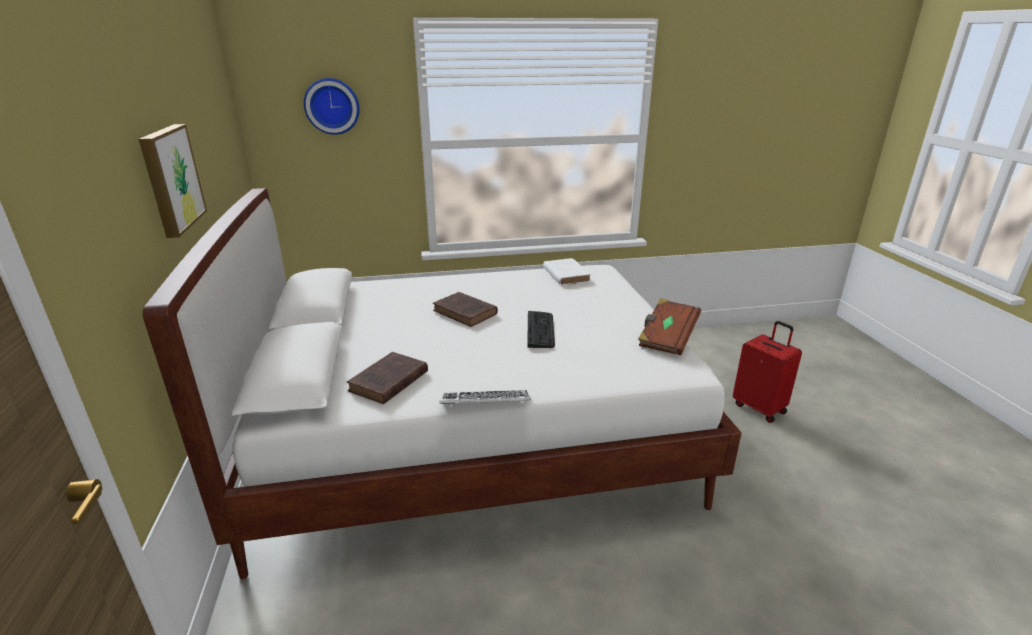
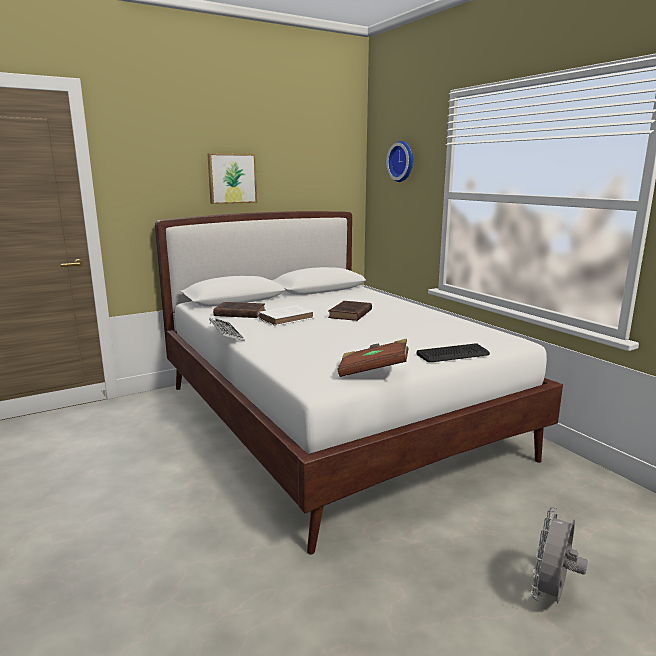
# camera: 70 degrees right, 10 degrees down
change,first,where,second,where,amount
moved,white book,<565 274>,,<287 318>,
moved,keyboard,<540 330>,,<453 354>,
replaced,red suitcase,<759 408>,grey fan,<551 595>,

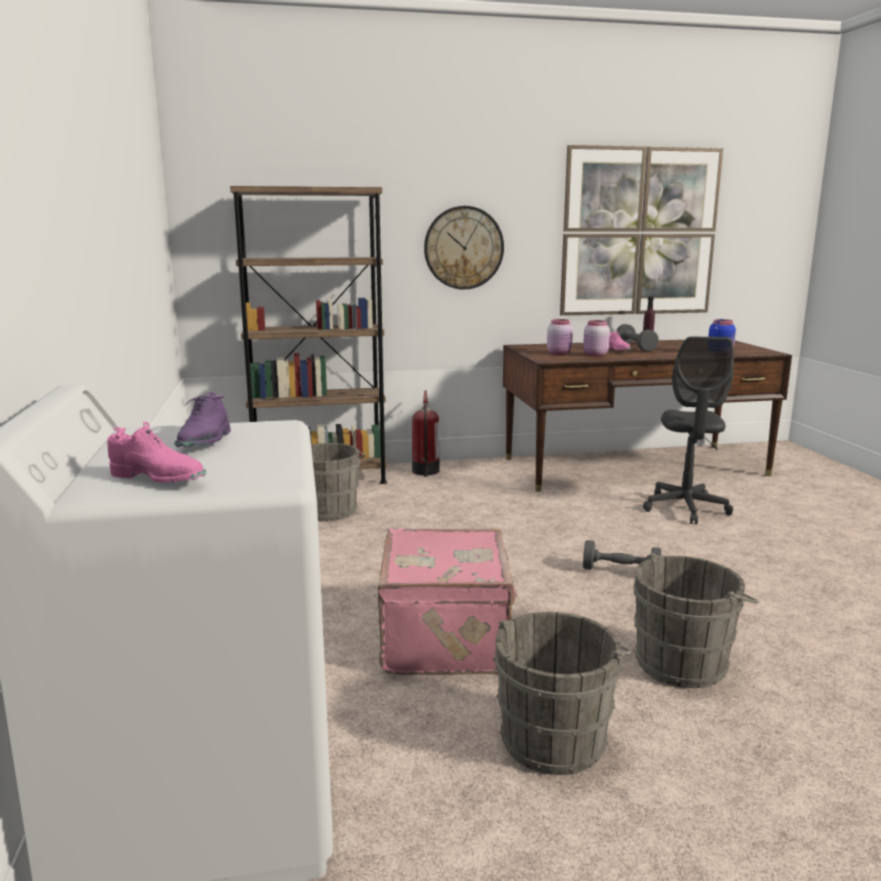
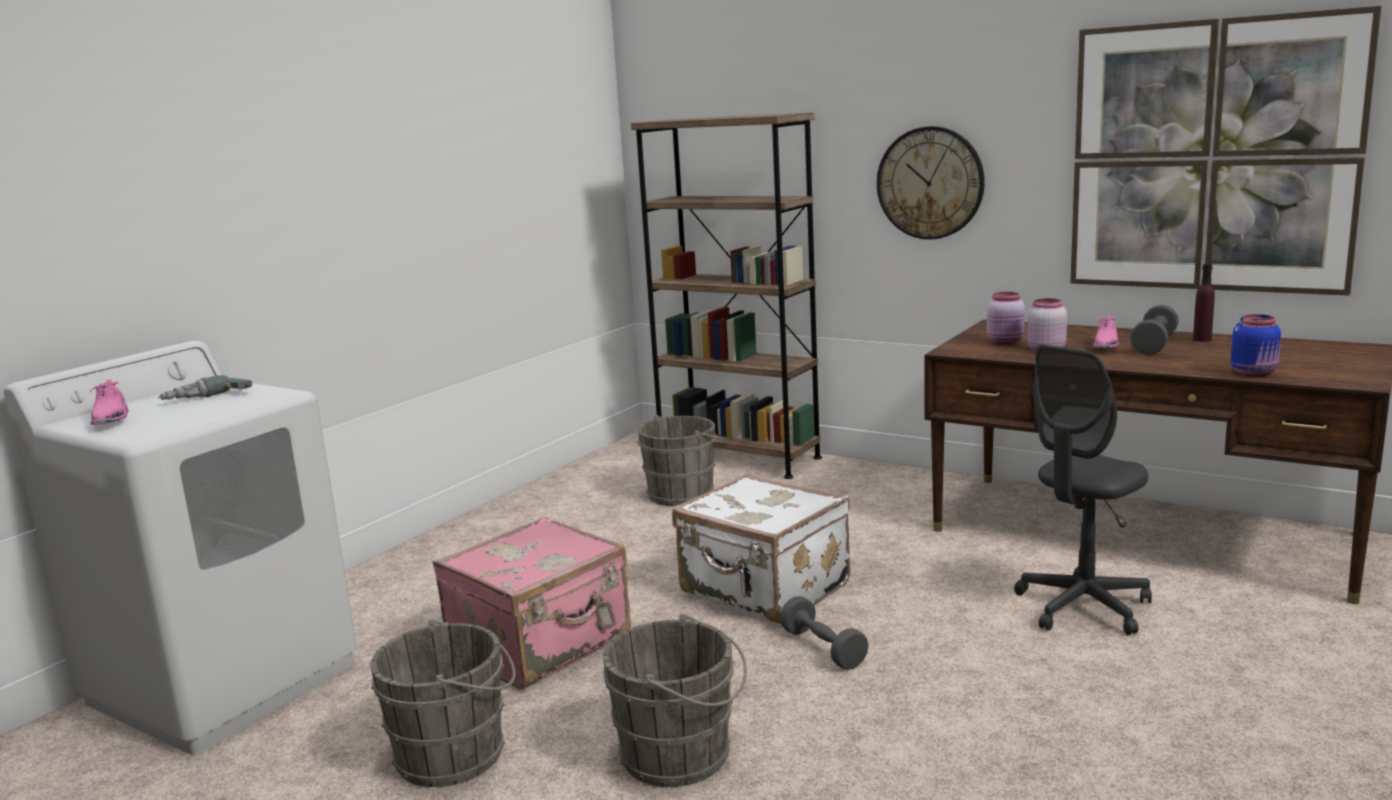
# camera: 45 degrees right, 0 degrees up
change,first,where,second,where,amount
replaced,purple shoe,<204 442>,power drill,<208 399>,
added,,,white suitcase,<764 590>,
removed,fire extinguisher,<425 471>,,,

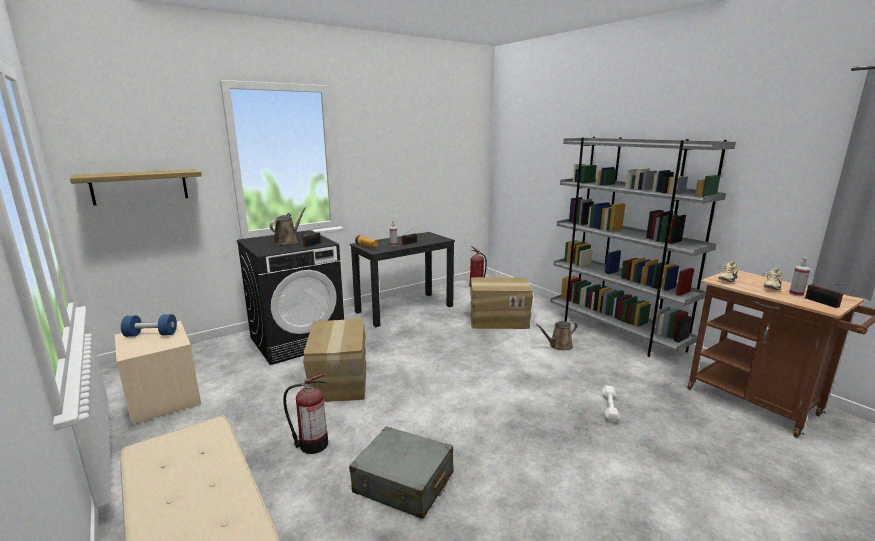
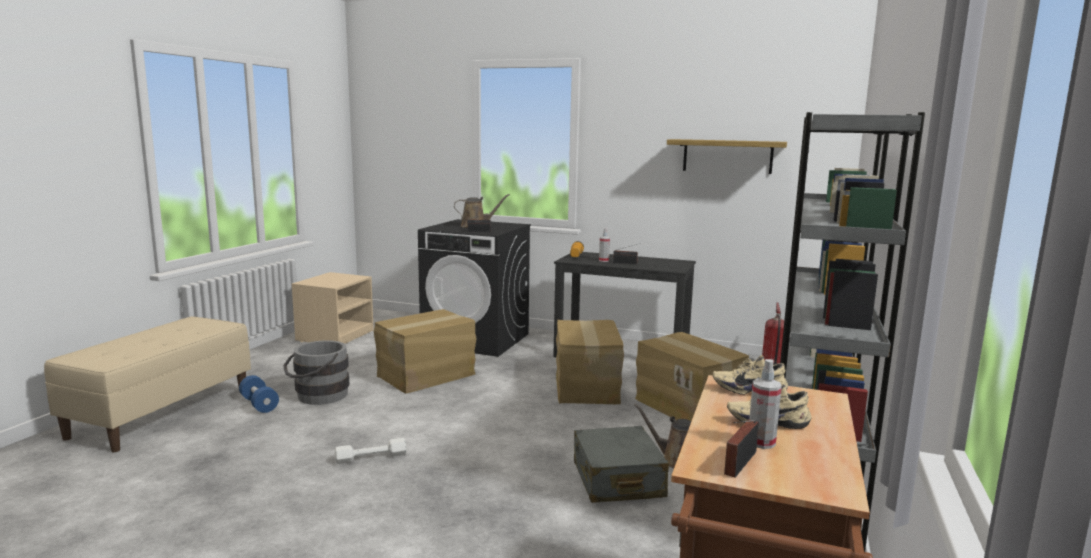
# camera: 55 degrees right, 5 degrees down
change,first,where,second,where,amount
moved,blue dumbbell,<151 334>,,<259 404>,
replaced,fire extinguisher,<312 444>,grey bucket,<318 396>,
moved,white dumbbell,<610 408>,,<371 457>,
added,,,cardboard box,<587 387>,
moved,grey suitcase,<404 483>,,<617 480>,
moved,shelf,<140 186>,,<727 156>,

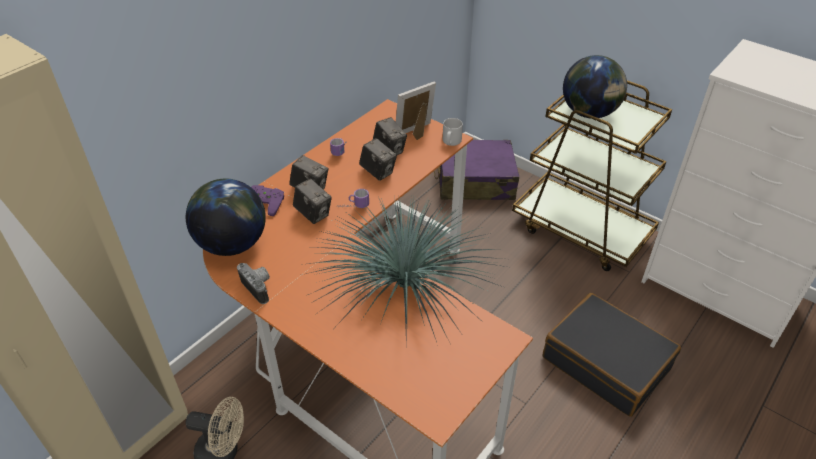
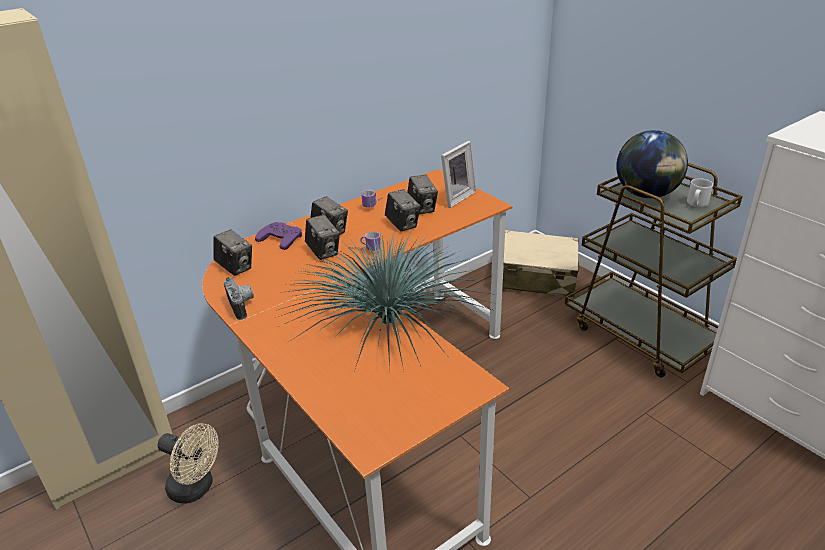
# camera: 15 degrees right, 10 degrees down
change,first,where,second,where,amount
replaced,globe,<232 244>,photo camera,<235 268>,
turned,picture frame,<416 133>,,<455 197>,150 degrees clockwise
recoloured,purple suitcase,<474 181>,beige suitcase,<535 276>,
moved,grey mug,<451 142>,,<696 204>,
removed,black suitcase,<606 363>,,,

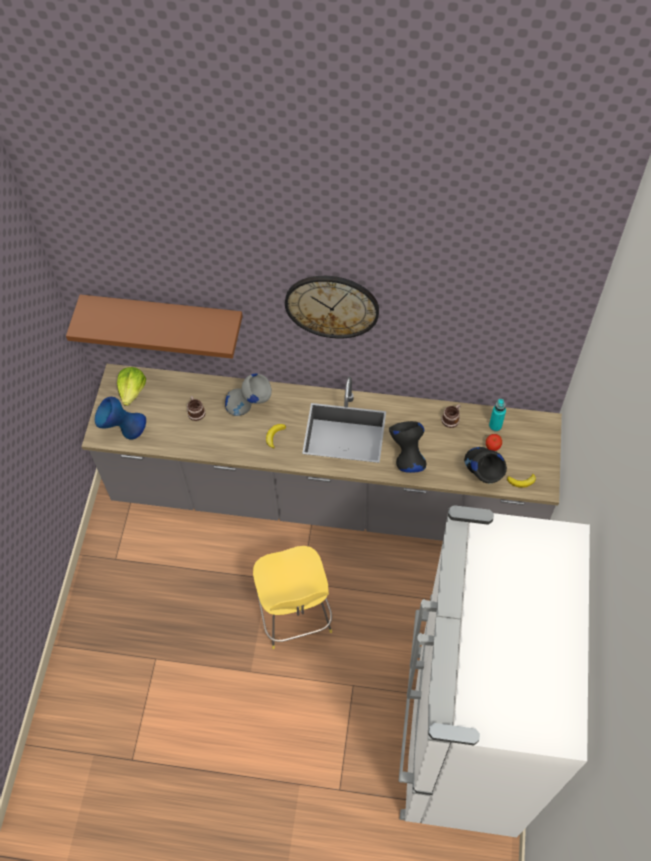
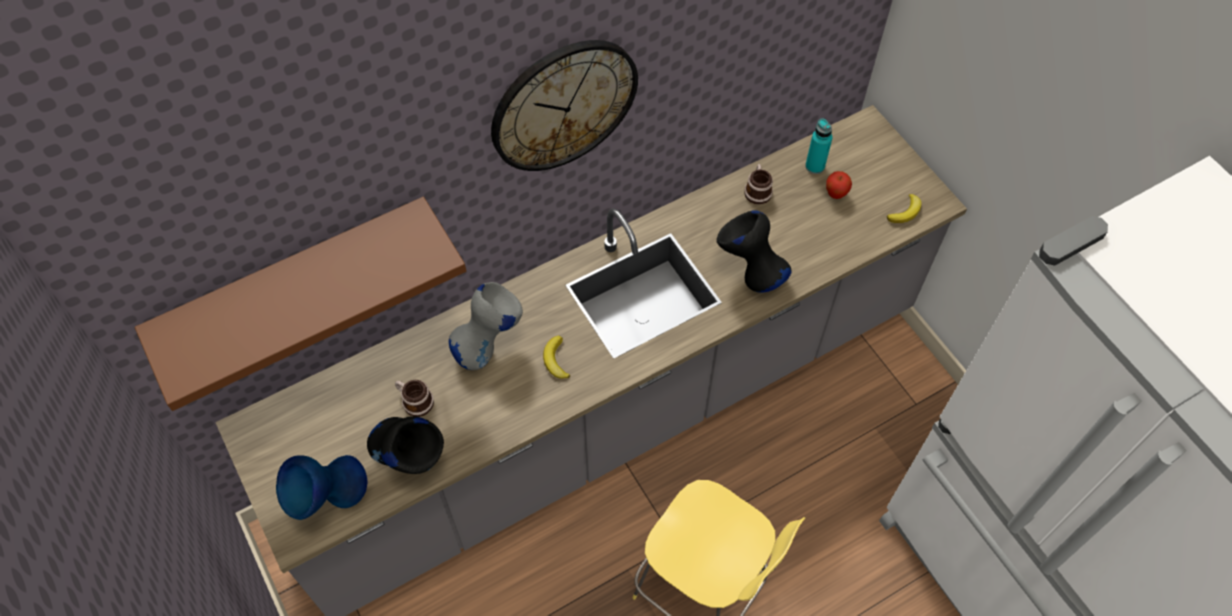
# camera: 40 degrees left, 0 degrees up
change,first,where,second,where,amount
moved,black vase,<481 476>,,<411 462>,
removed,lettuce,<132 391>,,,

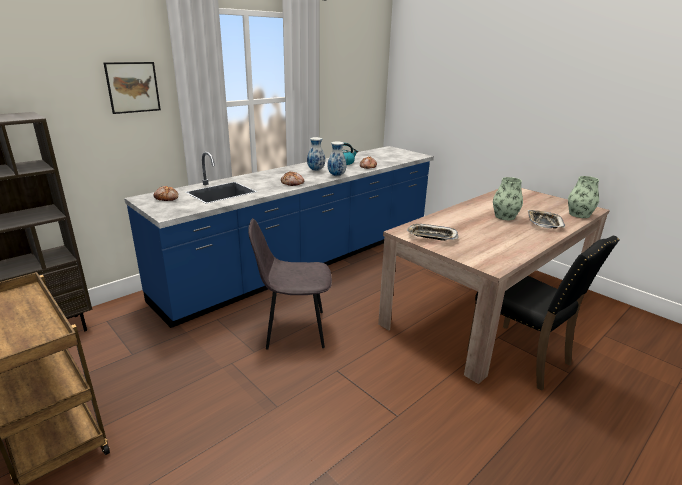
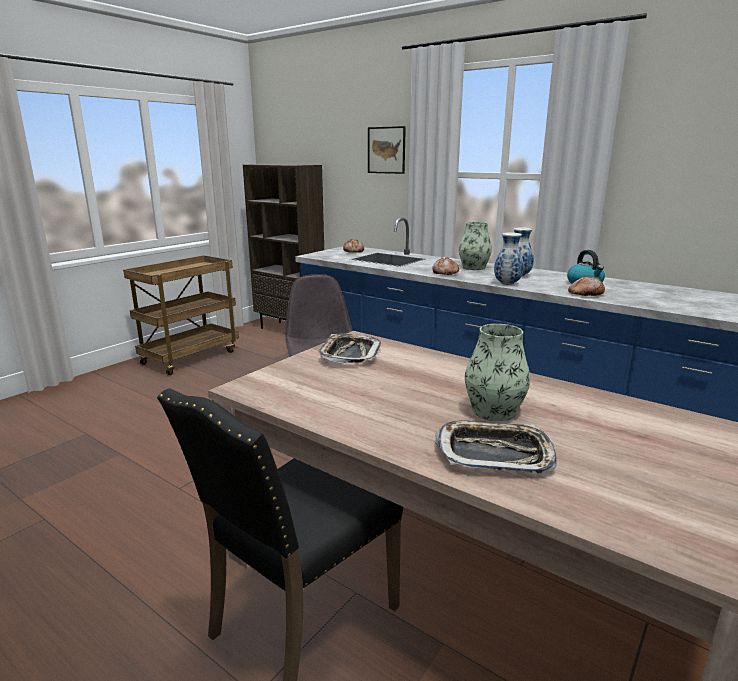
# camera: 80 degrees right, 5 degrees down
change,first,where,second,where,amount
moved,vase,<579 214>,,<474 267>,

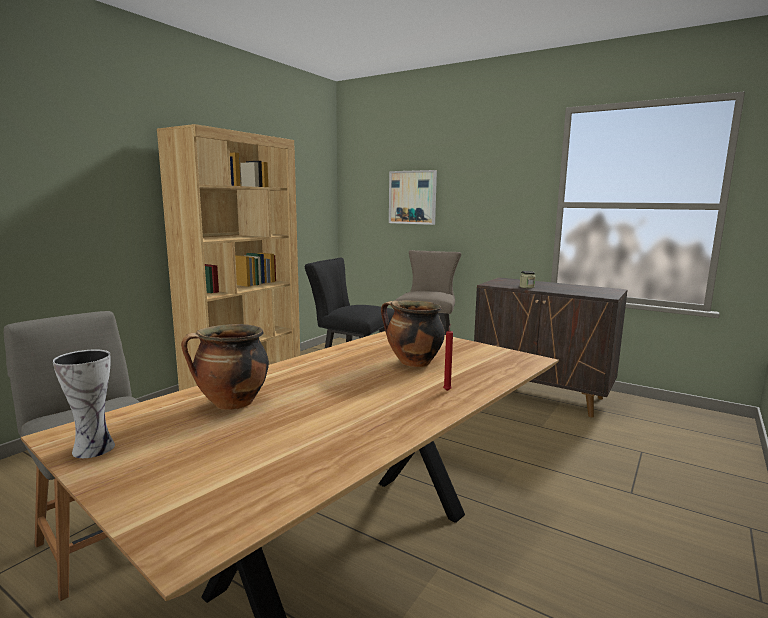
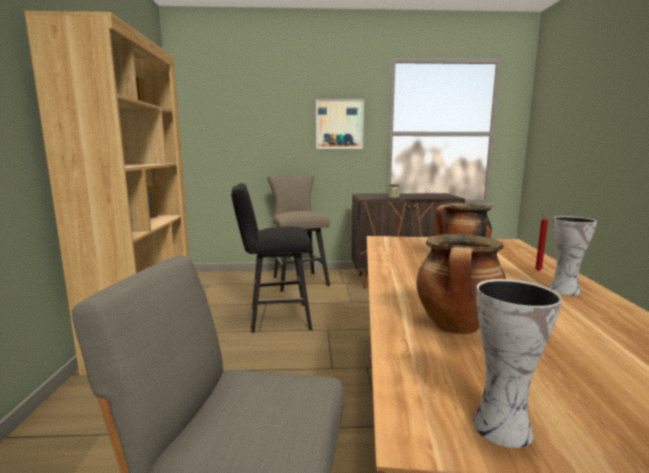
# camera: 35 degrees left, 0 degrees up
change,first,where,second,where,amount
moved,picture,<412 197>,,<339 124>,
added,,,vase,<563 290>,

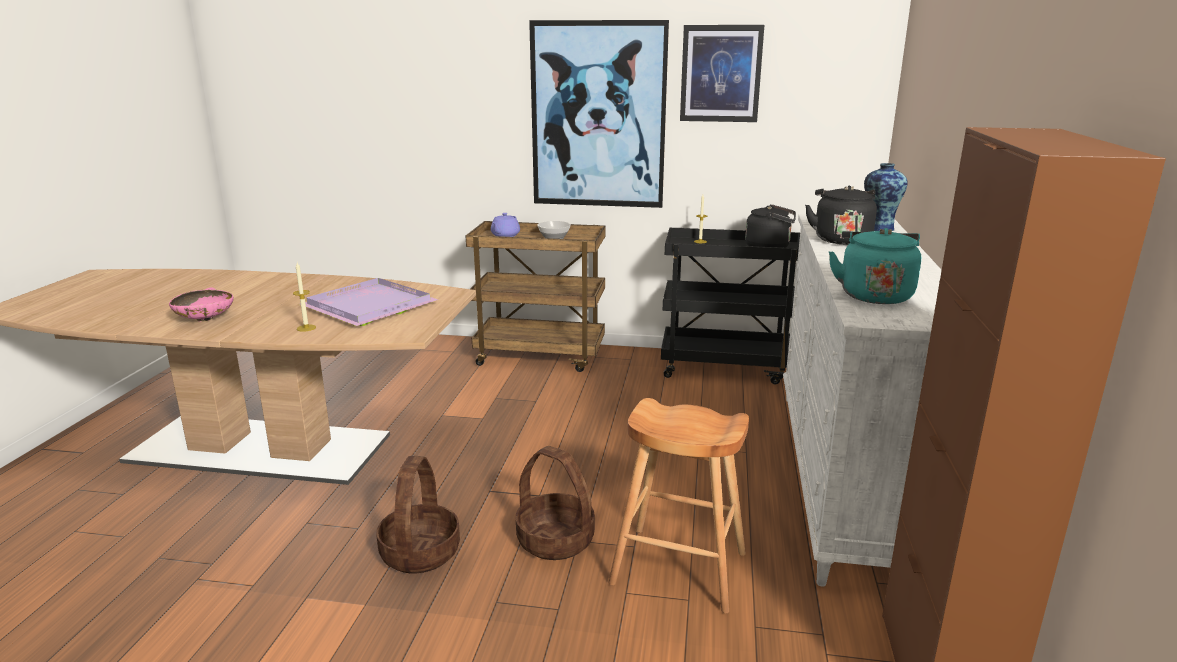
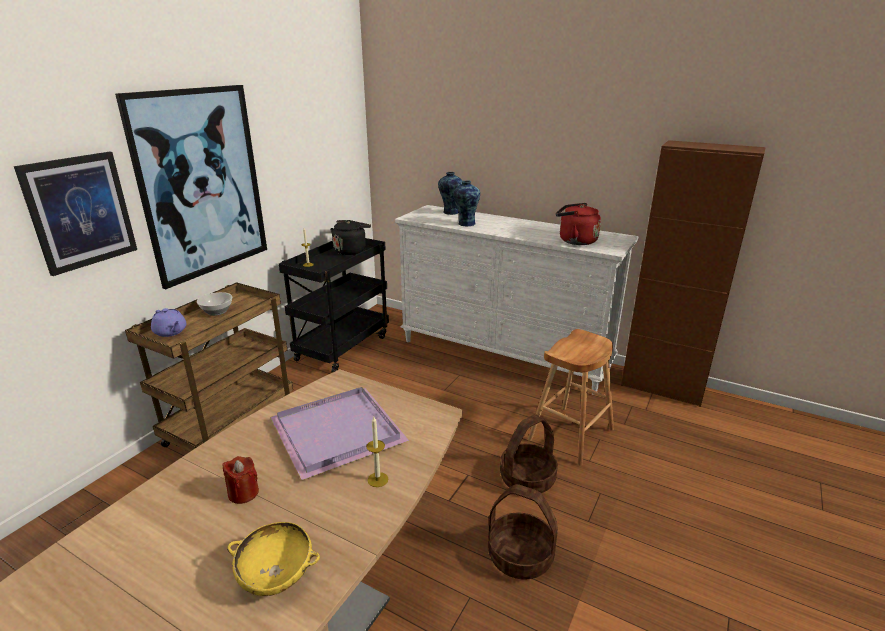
# camera: 70 degrees left, 5 degrees up
change,first,where,second,where,amount
moved,picture,<720 74>,,<80 212>,
added,,,red candle,<243 493>,
recoloured,pink bowl,<205 319>,yellow bowl,<276 575>,
replaced,black kettle,<840 239>,vase,<466 224>,
recoloured,turquoise kettle,<873 295>,red kettle,<575 241>,

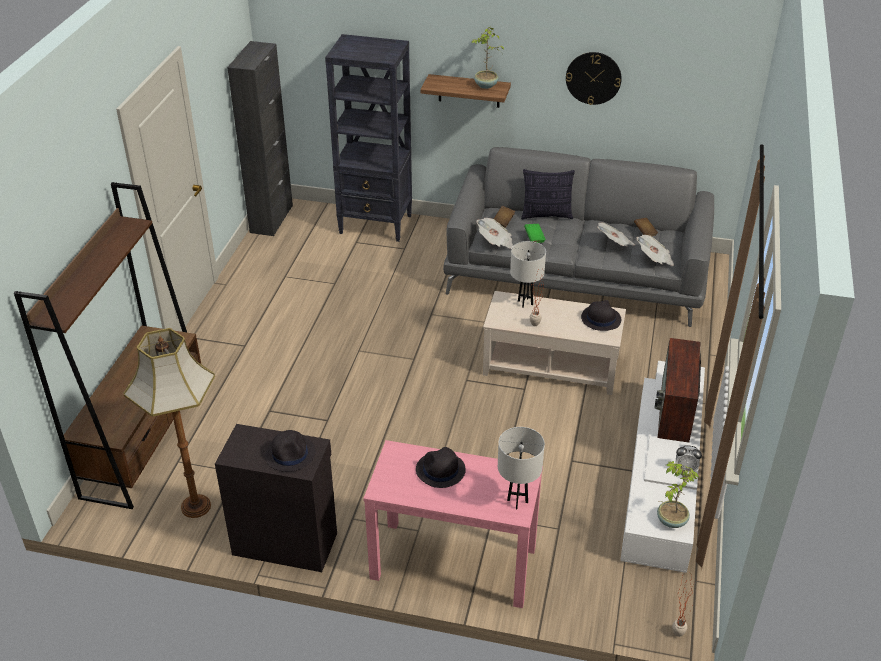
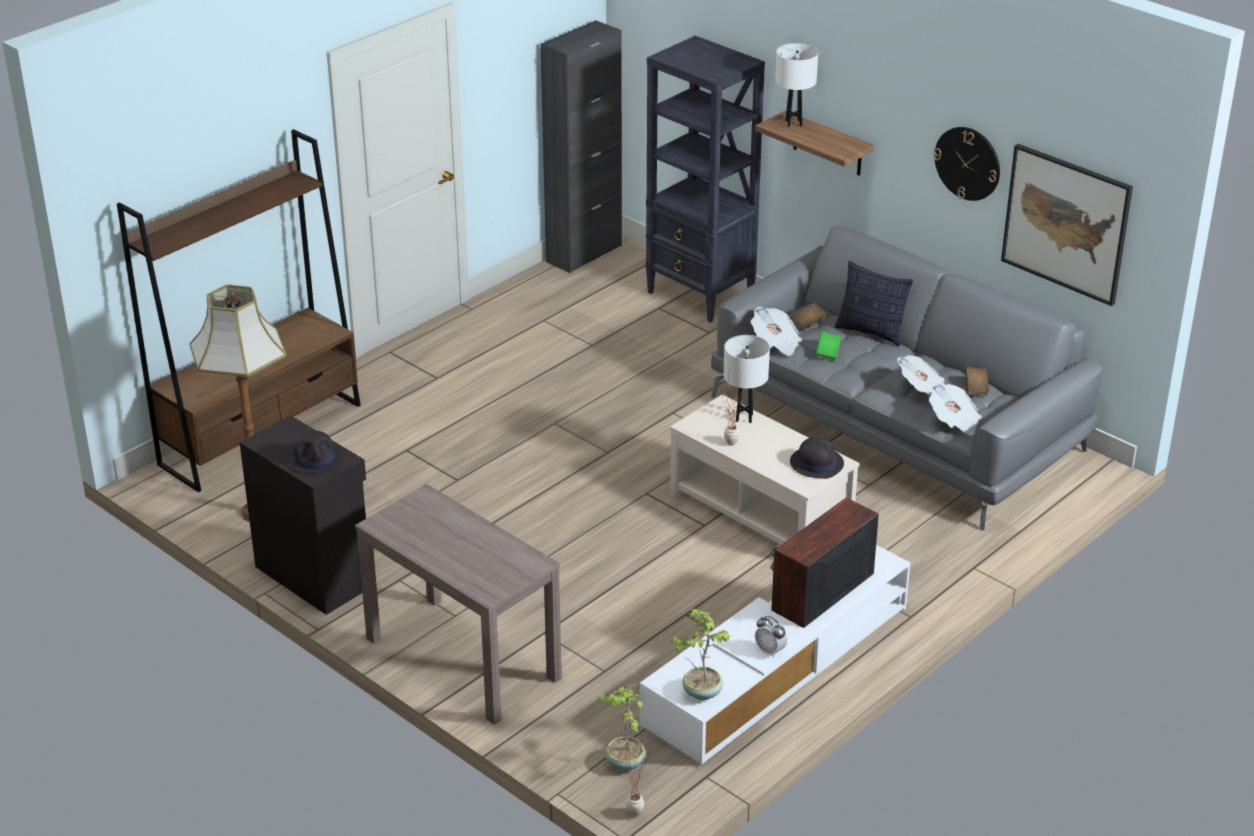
# camera: 30 degrees right, 5 degrees down
change,first,where,second,where,amount
recoloured,pink console table,<452 563>,brown console table,<462 658>,
moved,potted plant,<485 86>,,<624 763>,
moved,white table lamp,<517 501>,,<793 123>,
added,,,picture,<1066 223>,
removed,black hat,<440 470>,,,

